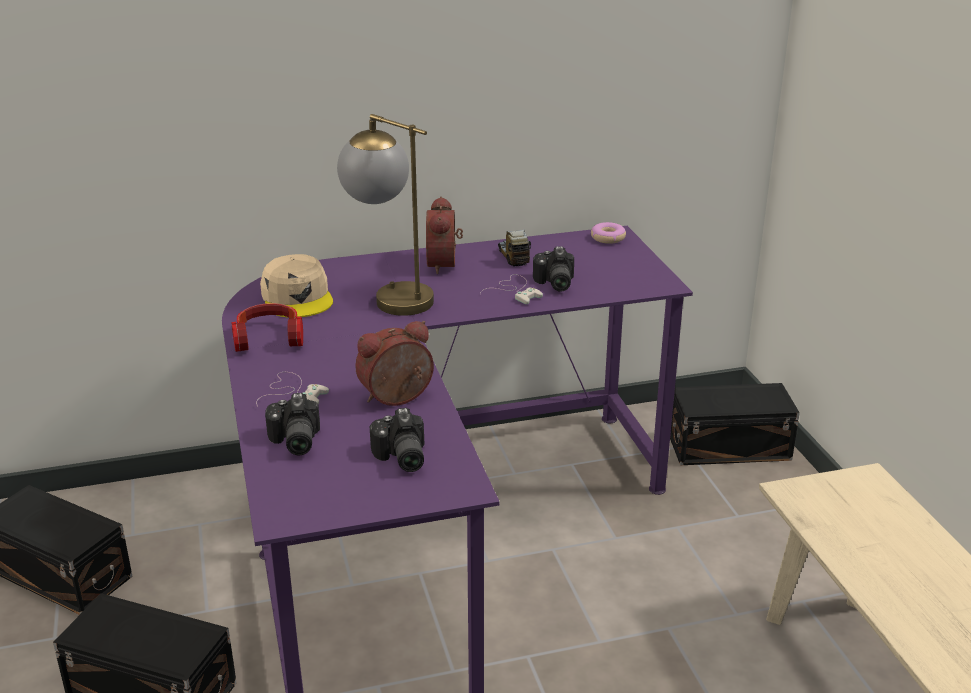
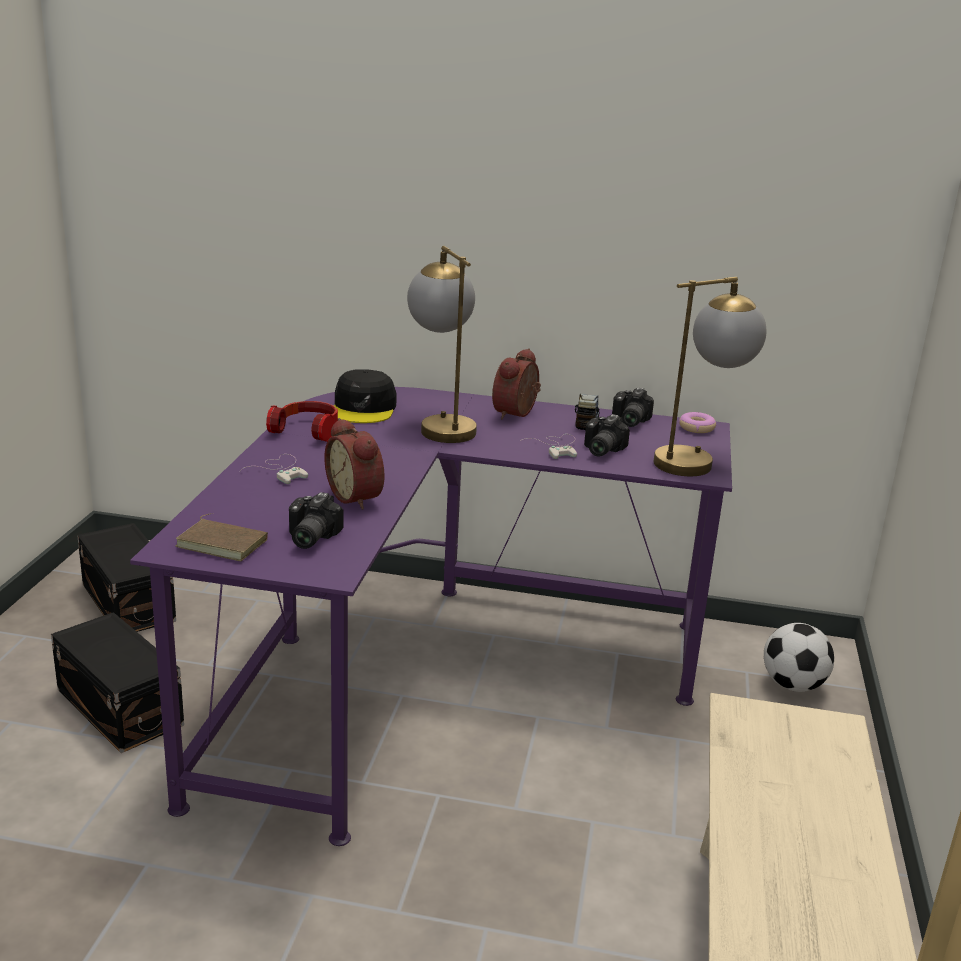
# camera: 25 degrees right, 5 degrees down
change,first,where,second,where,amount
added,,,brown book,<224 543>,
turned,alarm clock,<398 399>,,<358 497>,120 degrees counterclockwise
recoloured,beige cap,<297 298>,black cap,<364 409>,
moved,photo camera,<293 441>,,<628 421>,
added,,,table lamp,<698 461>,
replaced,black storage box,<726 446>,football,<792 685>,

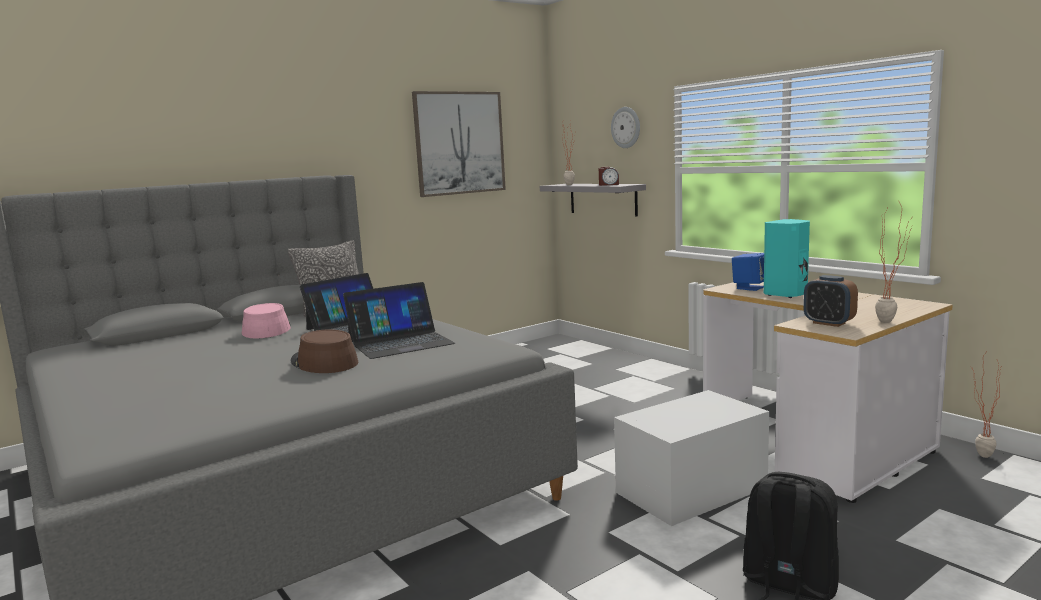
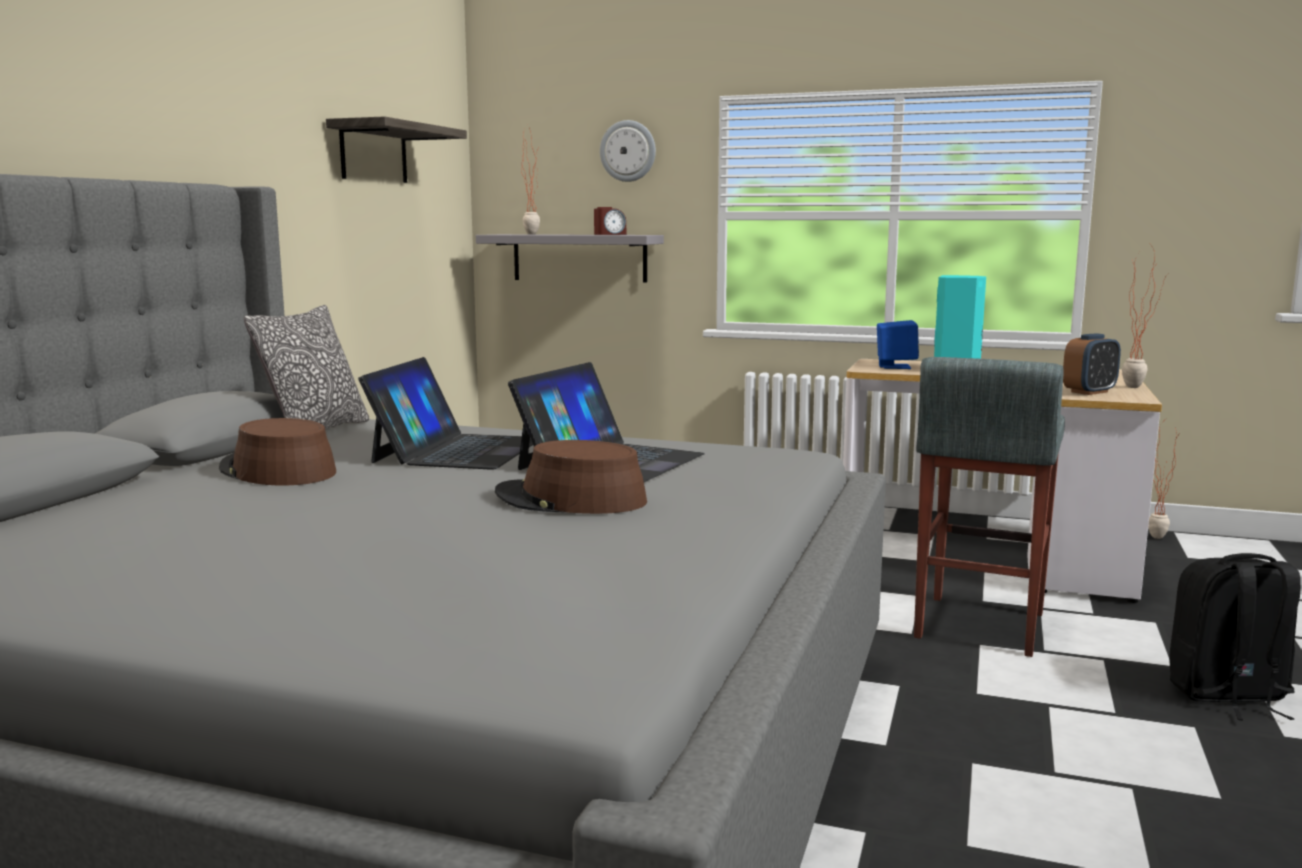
# camera: 35 degrees left, 0 degrees up
change,first,where,second,where,amount
recoloured,pink hat,<266 330>,brown hat,<277 471>,
replaced,picture,<459 143>,shelf,<373 153>,
replaced,white storage box,<691 490>,grey stool,<977 625>,
turned,alarm clock,<829 323>,,<1089 392>,45 degrees counterclockwise

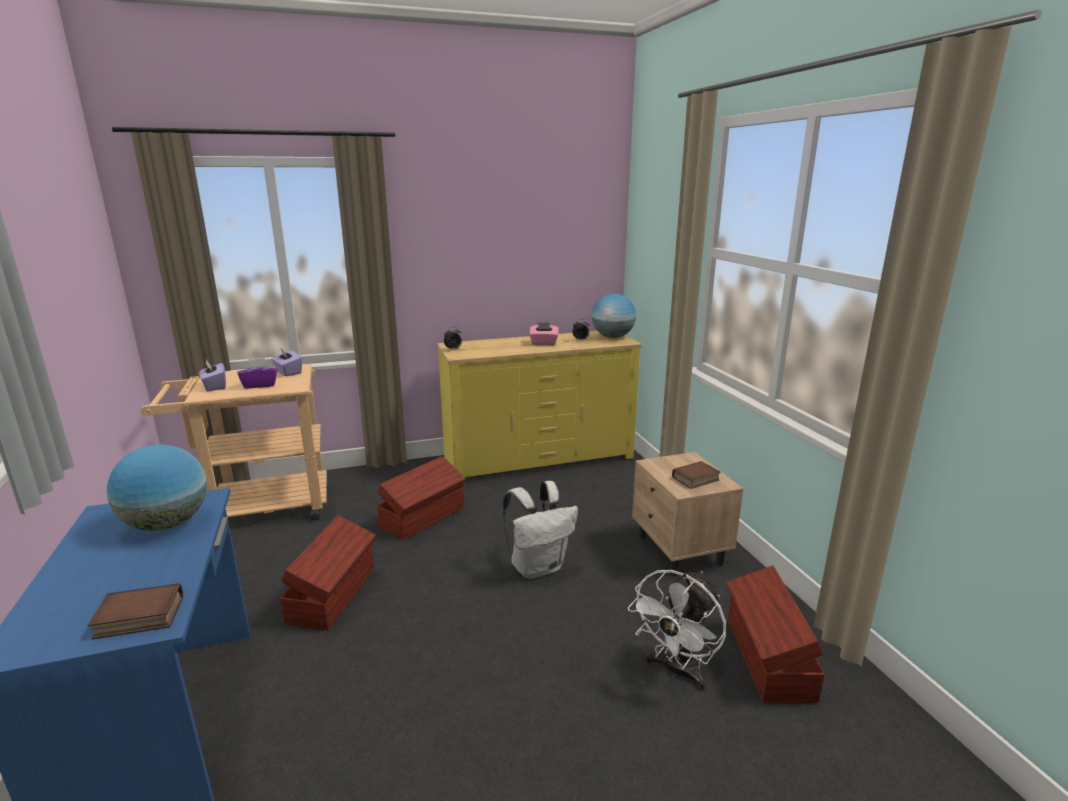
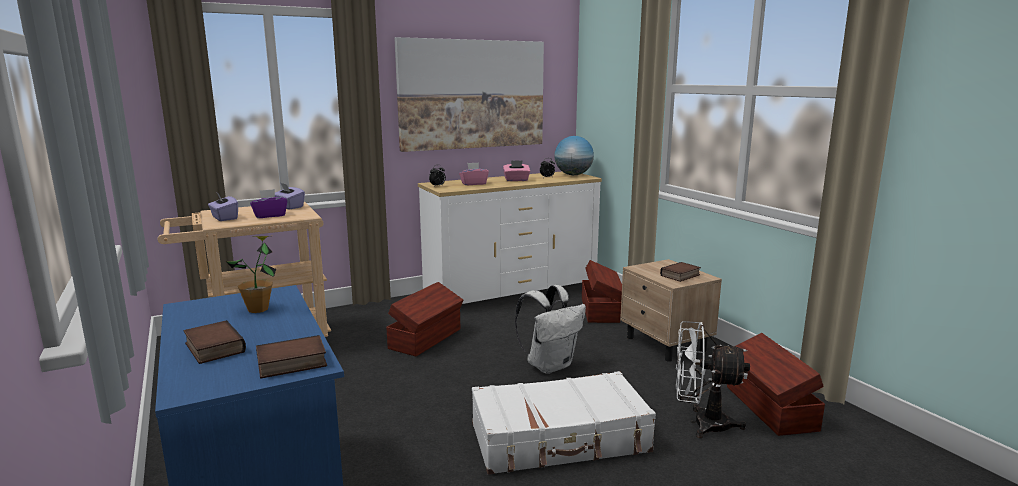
# camera: 10 degrees left, 5 degrees down
change,first,where,second,where,amount
added,,,book,<212 348>,
replaced,globe,<167 524>,potted plant,<258 309>,
added,,,picture,<472 94>,
recoloured,yellow dresser,<538 458>,white dresser,<511 289>,
added,,,pink tissue box,<473 184>,
added,,,white suitcase,<560 439>,
moved,brown storage box,<334 594>,,<601 309>,
turned,white fan,<676 671>,,<701 423>,75 degrees clockwise

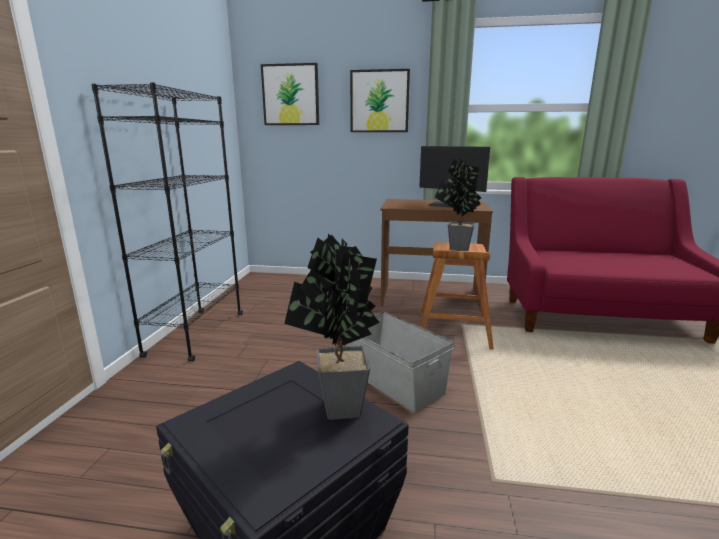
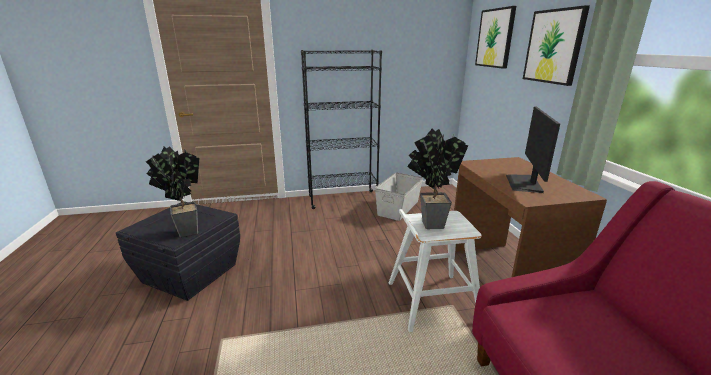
# camera: 70 degrees right, 5 degrees up
change,first,where,second,where,amount
moved,grey storage box,<394 381>,,<398 208>,
recoloured,brown stool,<453 331>,white stool,<431 301>,

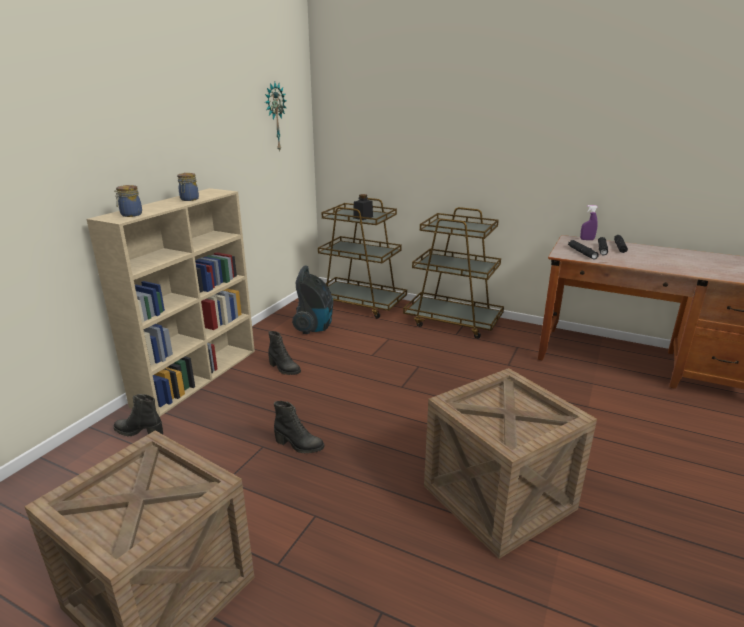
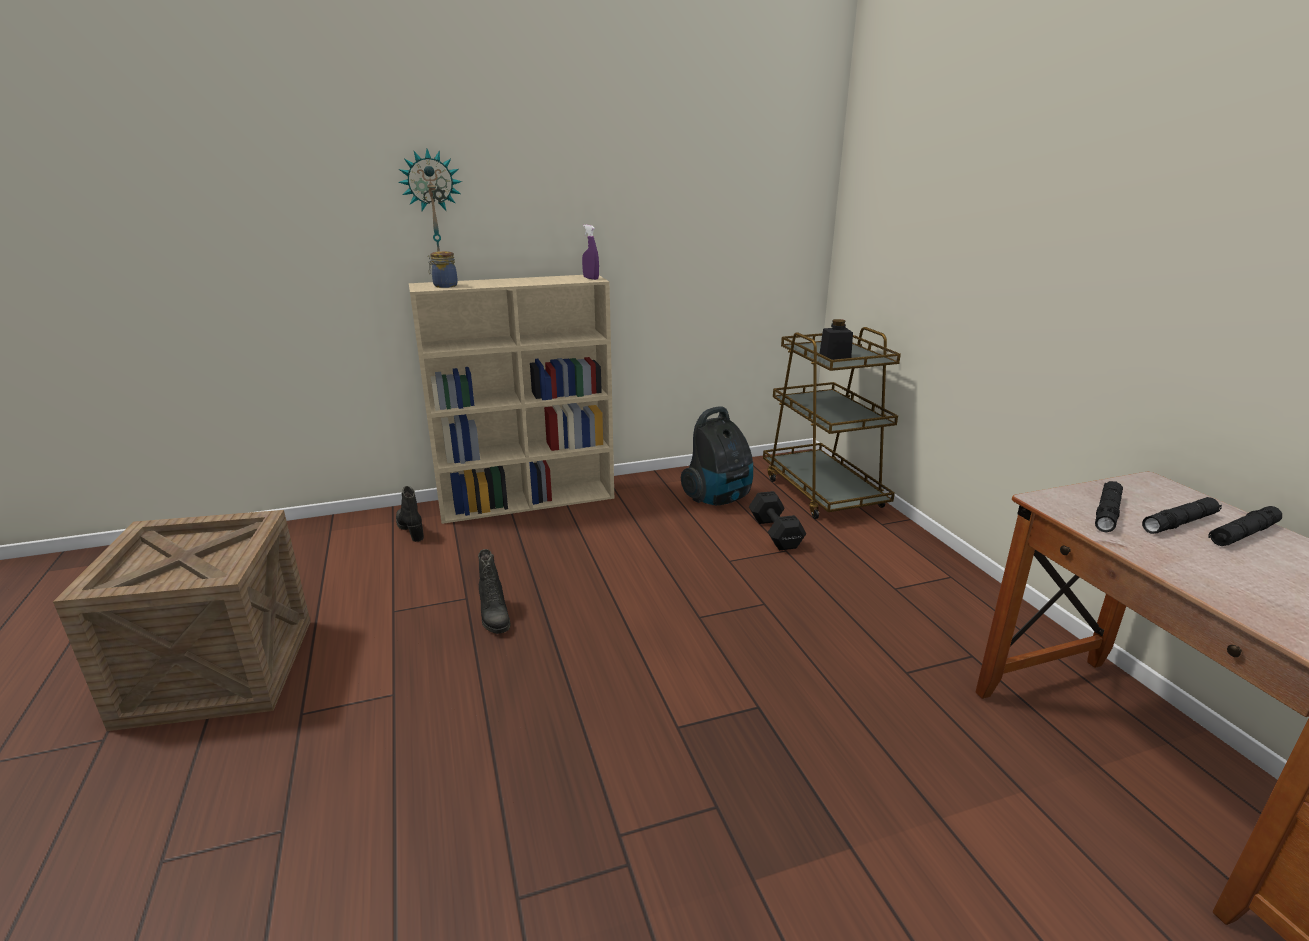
# camera: 45 degrees right, 0 degrees up
change,first,where,second,where,amount
moved,wall clock,<274 117>,,<433 207>,
moved,purple spray bottle,<587 239>,,<591 278>,
added,,,black dumbbell,<775 532>,
removed,jar,<189 199>,,,
removed,black boot,<284 369>,,,
removed,brown cart,<453 322>,,,
removed,crate,<498 497>,,,

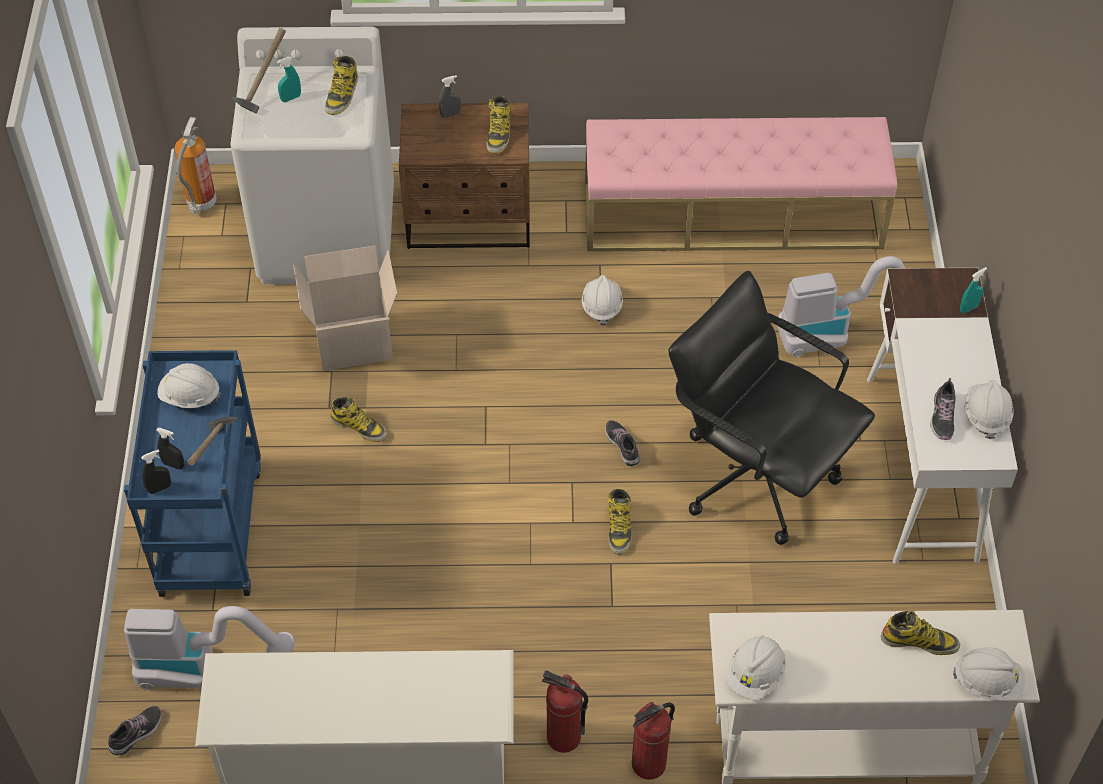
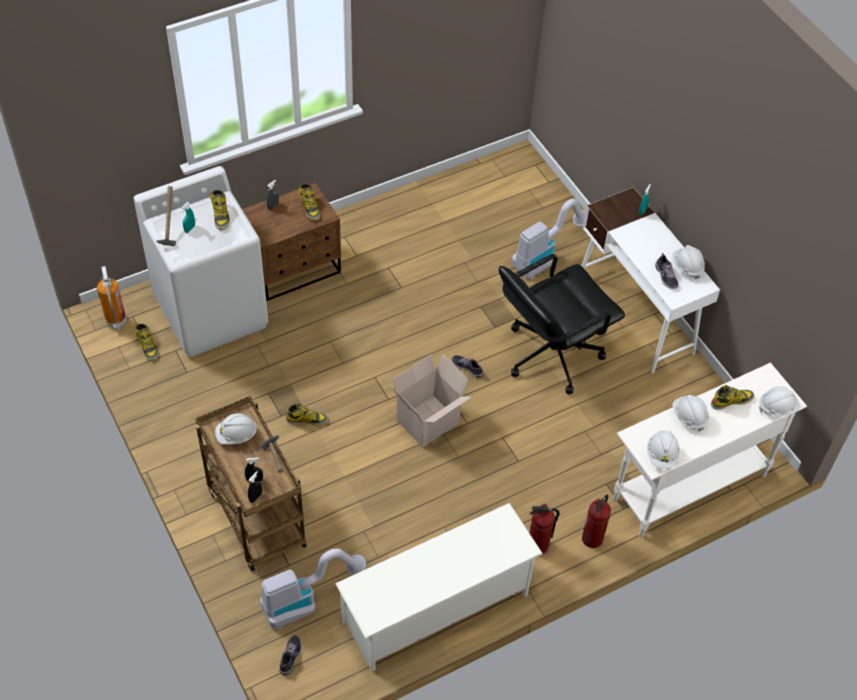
# camera: 30 degrees left, 0 degrees up
change,first,where,second,where,amount
moved,boot,<619 528>,,<148 347>,
recoloured,blue cart,<209 527>,brown cart,<255 517>,
moved,cardboard box,<352 344>,,<428 423>,
turned,black office chair,<756 475>,,<551 354>,45 degrees counterclockwise
moved,white hard hat,<601 306>,,<689 417>,
removed,pink bench,<733 215>,,,

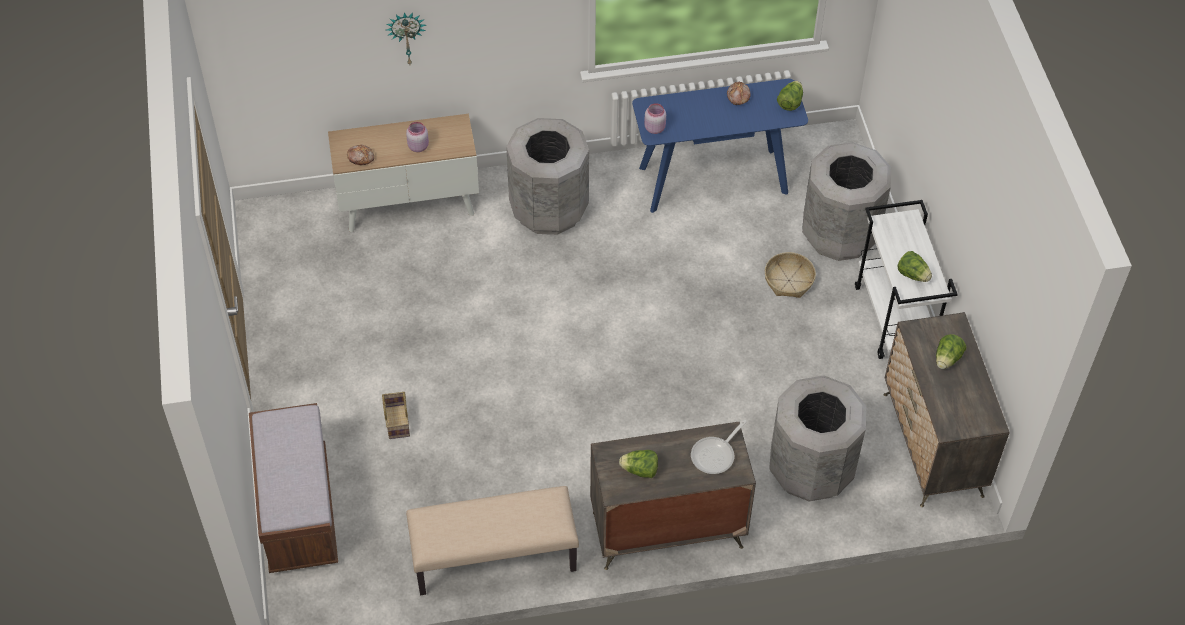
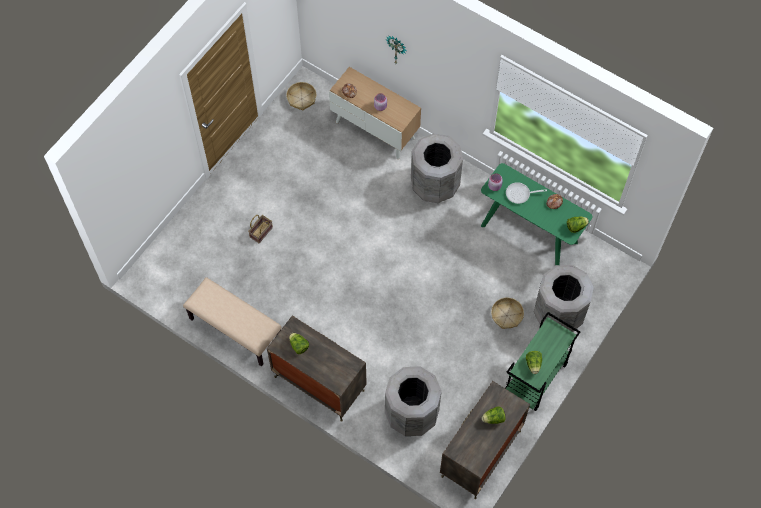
# camera: 45 degrees right, 10 degrees up
change,first,where,second,where,amount
added,,,basket,<301 99>,
recoloured,blue console table,<713 179>,green console table,<529 234>,
recoloured,white cart,<895 319>,green cart,<535 379>,
moved,frying pan,<715 455>,,<520 194>,
removed,brown bench,<298 511>,,,

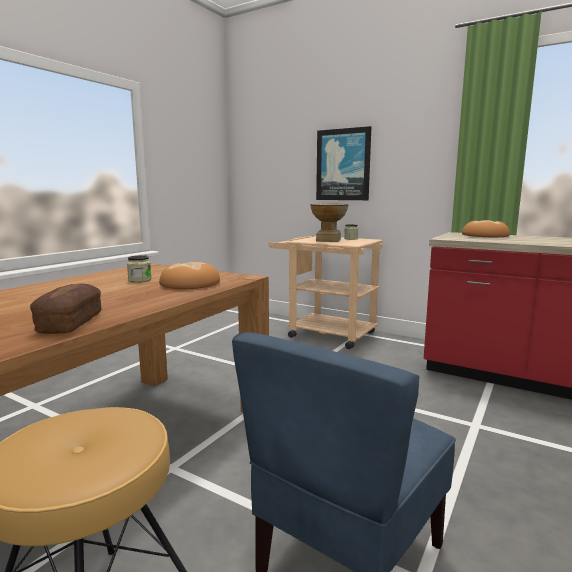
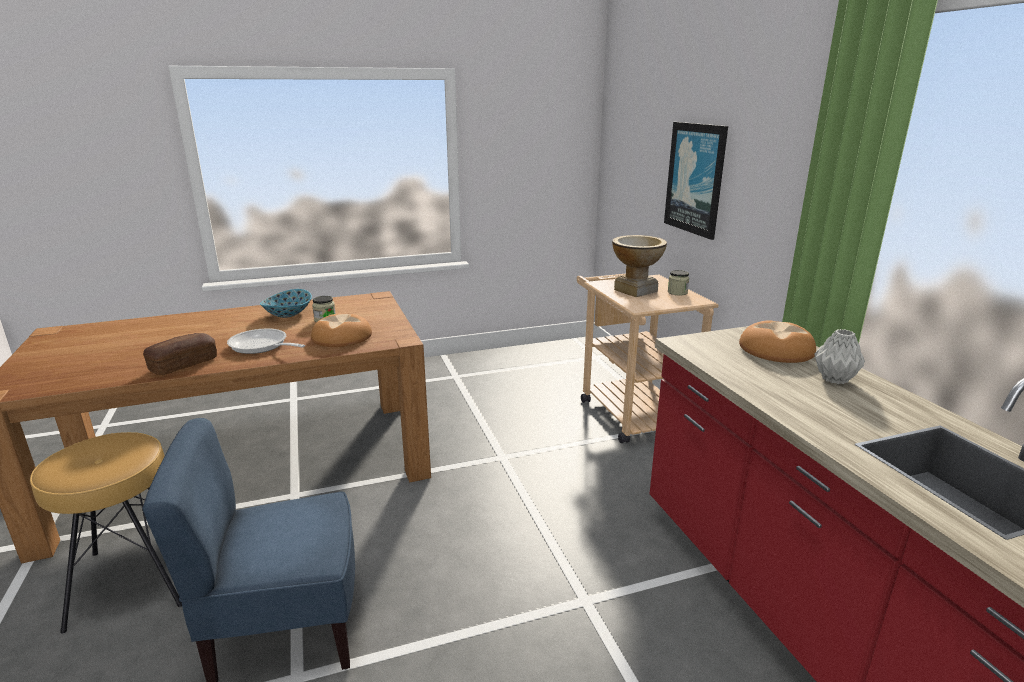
# camera: 40 degrees right, 10 degrees up
change,first,where,second,where,amount
added,,,frying pan,<262 346>,
added,,,bowl,<287 314>,
added,,,grey vase,<835 379>,

